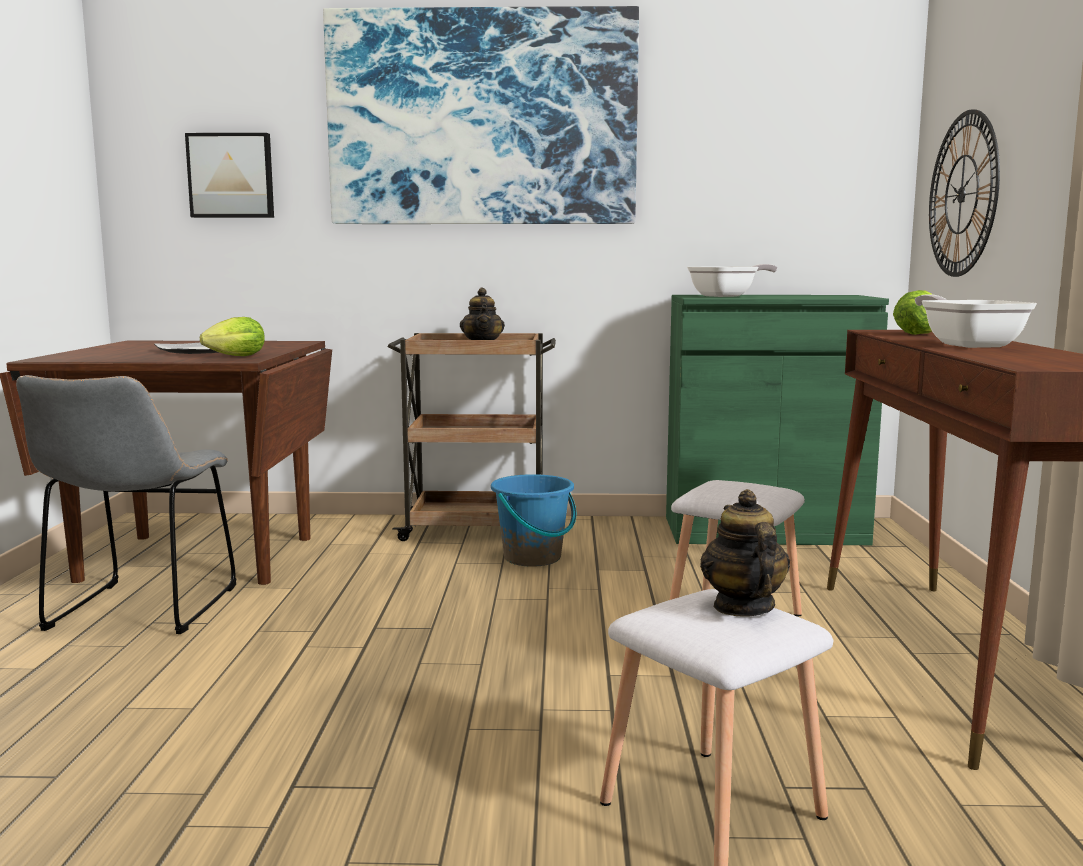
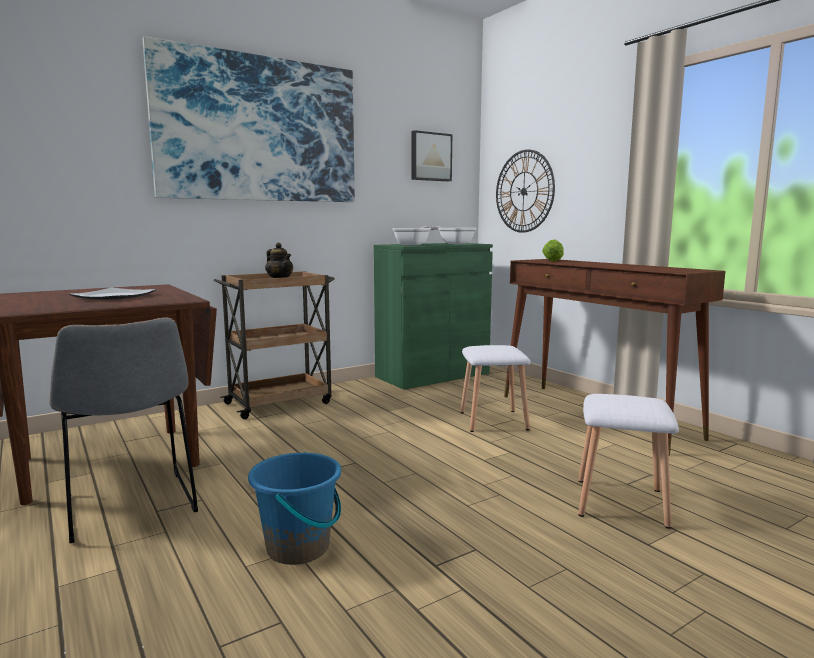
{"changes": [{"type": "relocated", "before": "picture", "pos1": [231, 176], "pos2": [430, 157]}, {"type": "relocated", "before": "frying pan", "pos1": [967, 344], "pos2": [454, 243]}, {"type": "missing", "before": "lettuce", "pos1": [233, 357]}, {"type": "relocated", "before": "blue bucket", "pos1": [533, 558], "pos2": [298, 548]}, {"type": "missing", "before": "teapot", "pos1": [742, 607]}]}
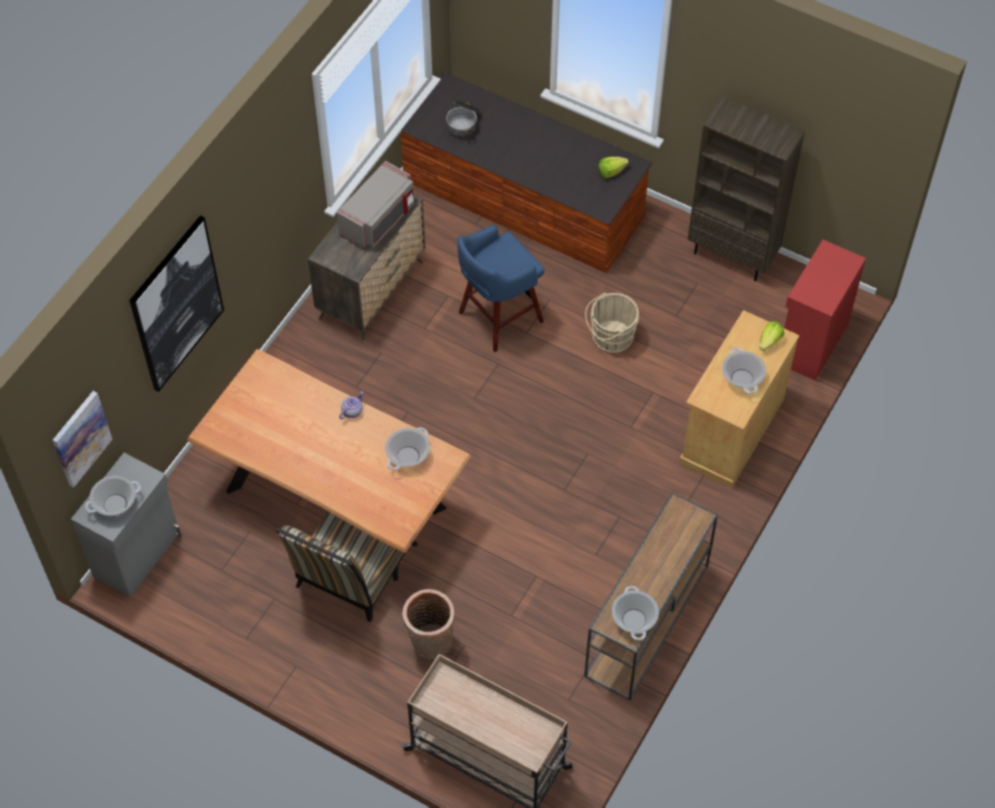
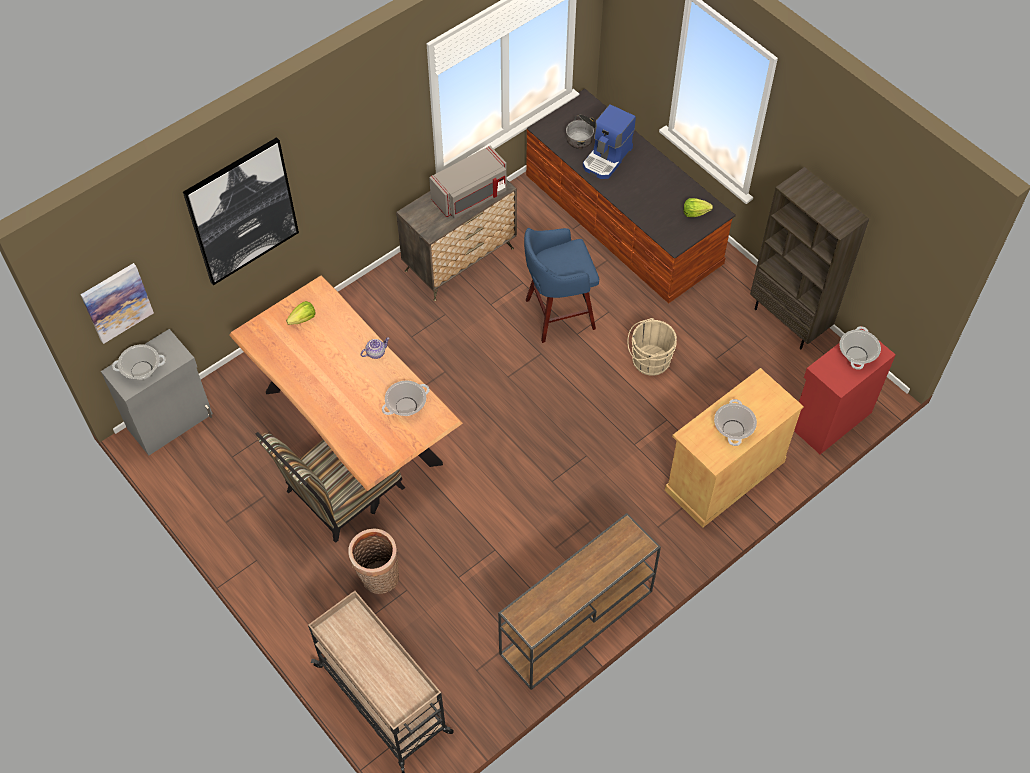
{"changes": [{"type": "relocated", "before": "lettuce", "pos1": [769, 341], "pos2": [303, 319]}, {"type": "relocated", "before": "cooking pot", "pos1": [633, 619], "pos2": [856, 355]}, {"type": "appeared", "after": "coffee machine", "pos2": [607, 158]}]}
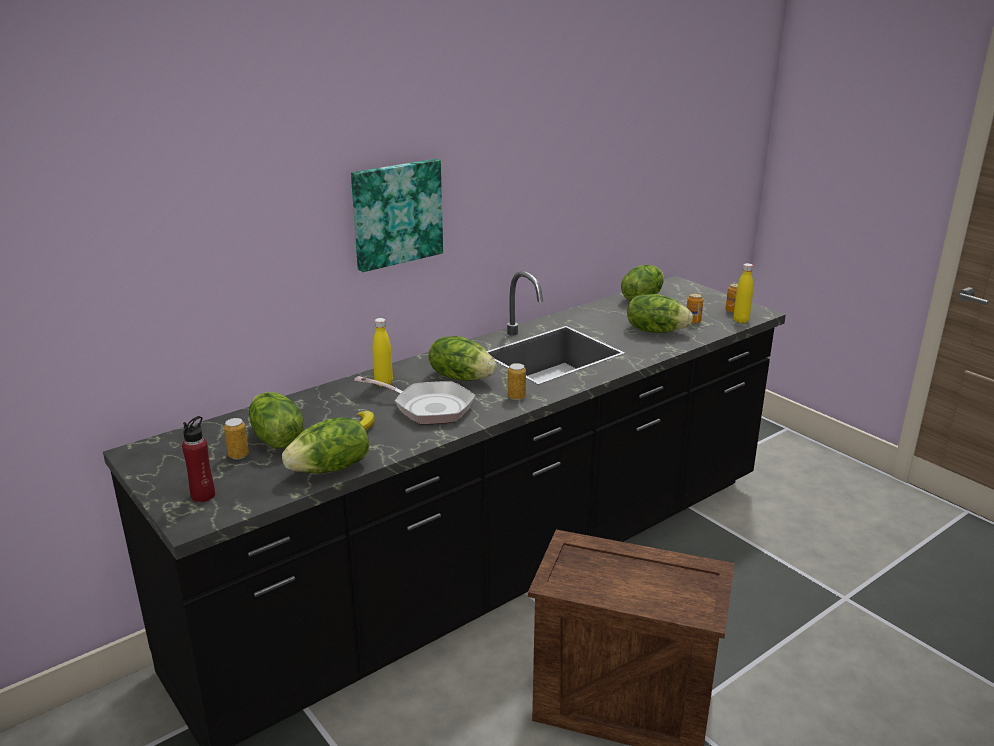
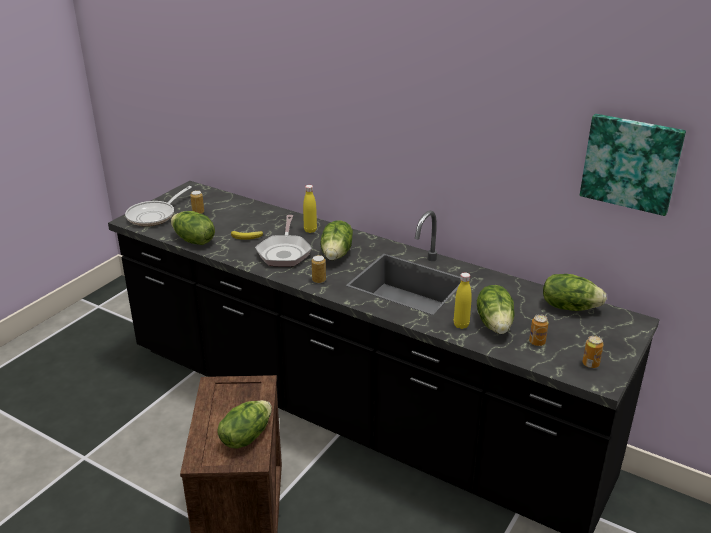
{"changes": [{"type": "relocated", "before": "picture", "pos1": [396, 213], "pos2": [631, 163]}, {"type": "relocated", "before": "yellow bottle", "pos1": [741, 320], "pos2": [461, 325]}, {"type": "relocated", "before": "lettuce", "pos1": [275, 439], "pos2": [246, 436]}, {"type": "exchanged", "before": "red bottle", "after": "frying pan", "pos1": [203, 495], "pos2": [154, 215]}]}
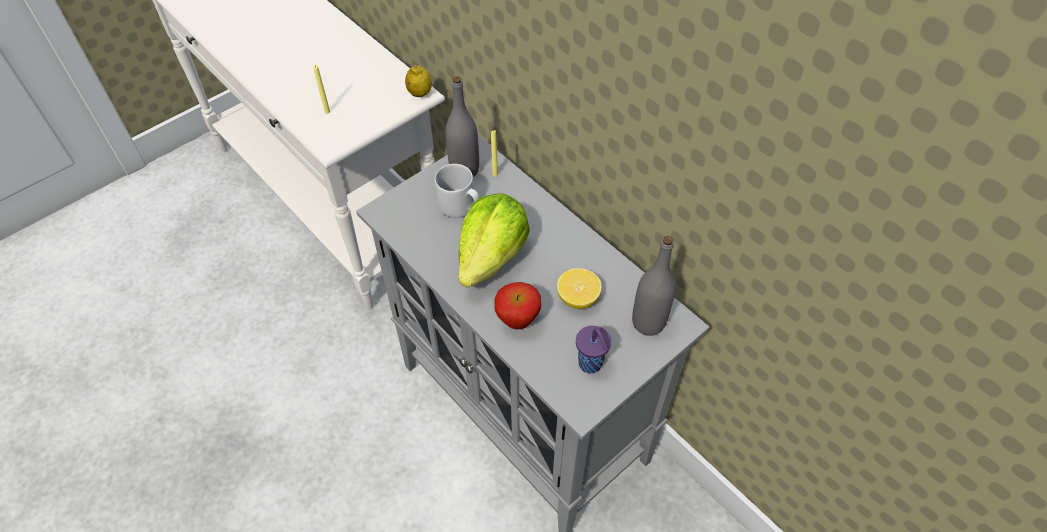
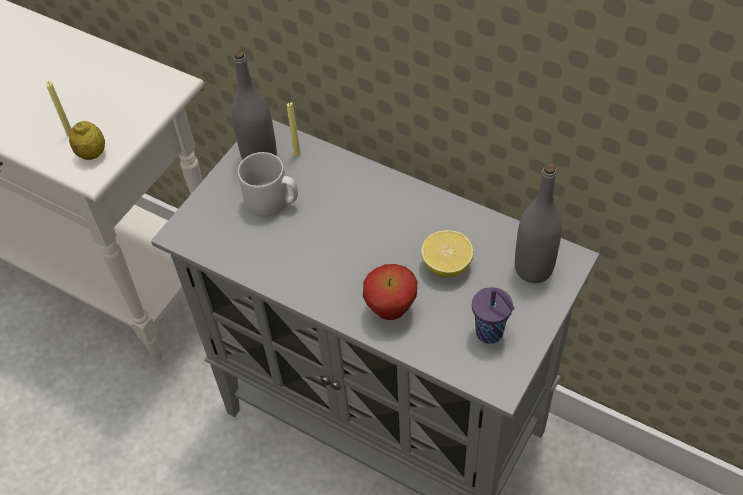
{"changes": [{"type": "relocated", "before": "lemon", "pos1": [420, 93], "pos2": [92, 154]}, {"type": "missing", "before": "lettuce", "pos1": [492, 257]}]}
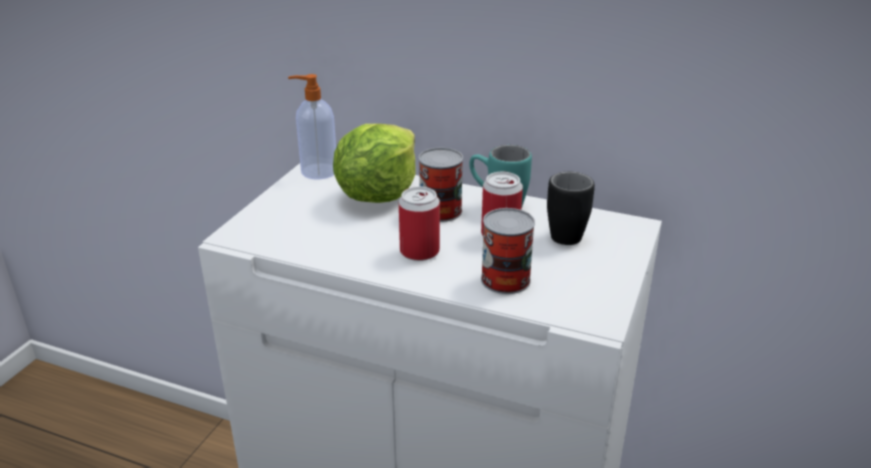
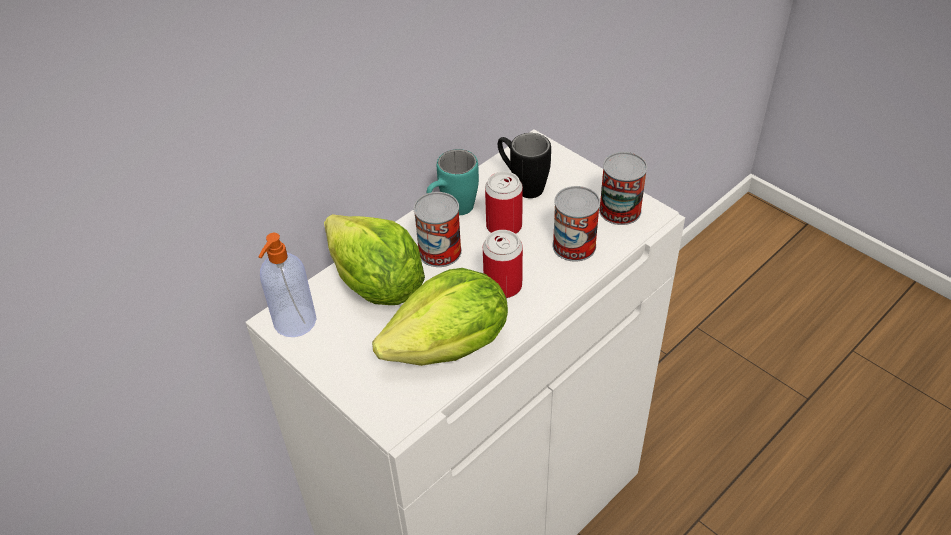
{"changes": [{"type": "appeared", "after": "can", "pos2": [620, 210]}, {"type": "appeared", "after": "lettuce", "pos2": [450, 348]}]}
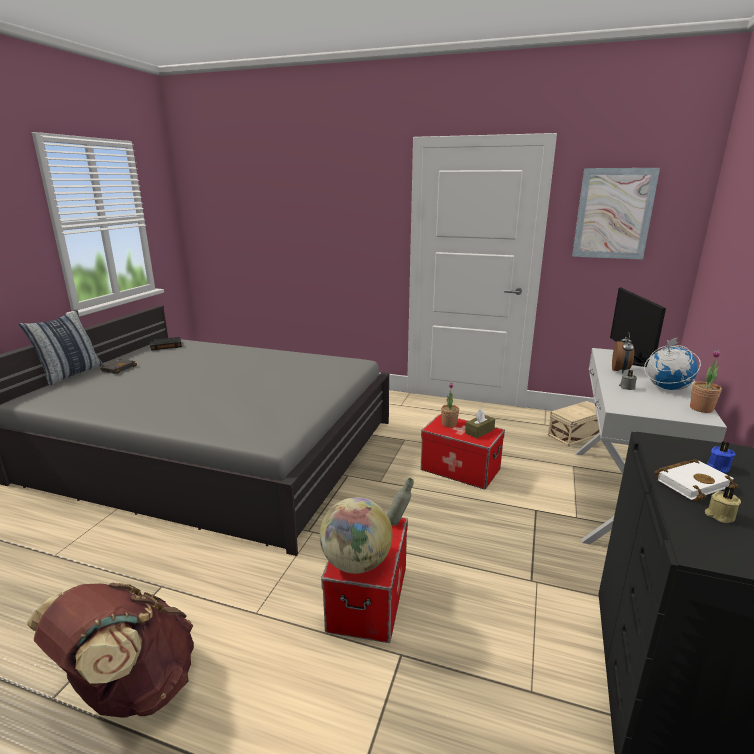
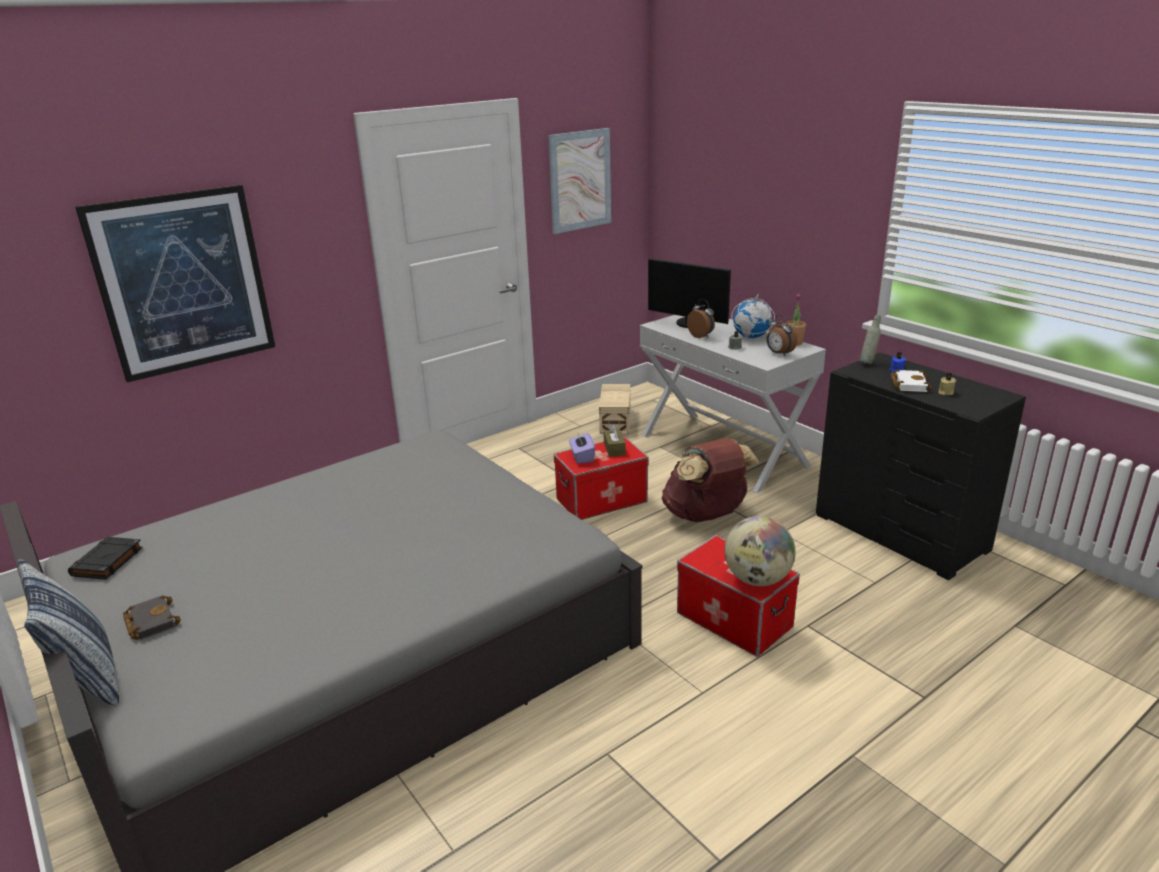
{"changes": [{"type": "exchanged", "before": "potted plant", "after": "purple tissue box", "pos1": [449, 424], "pos2": [582, 457]}, {"type": "relocated", "before": "grey bottle", "pos1": [399, 523], "pos2": [868, 362]}, {"type": "relocated", "before": "brown backpack", "pos1": [131, 689], "pos2": [706, 516]}, {"type": "appeared", "after": "picture", "pos2": [183, 282]}, {"type": "appeared", "after": "alarm clock", "pos2": [779, 353]}]}
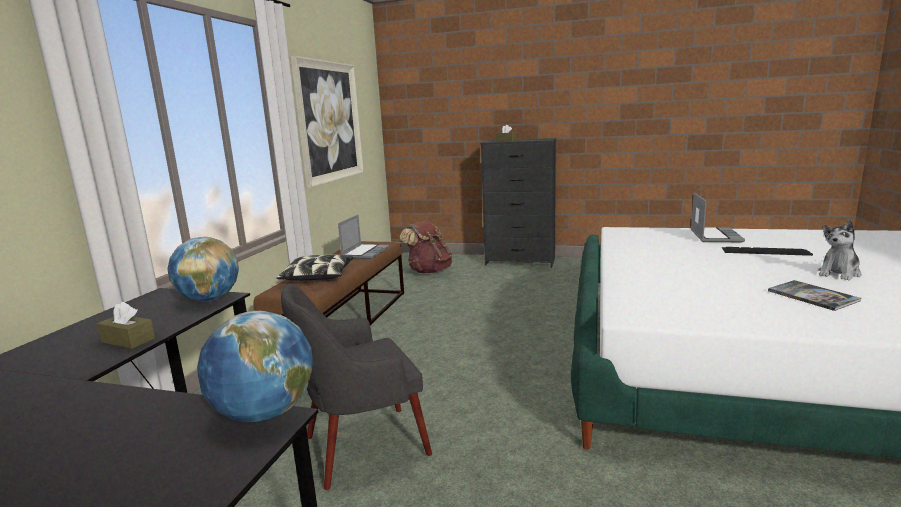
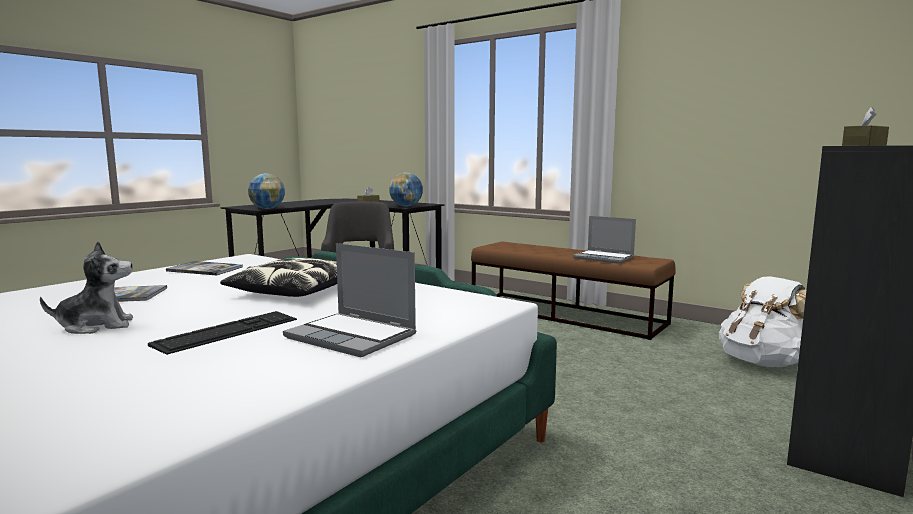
{"changes": [{"type": "missing", "before": "picture", "pos1": [329, 122]}, {"type": "spun", "before": "plush toy", "pos1": [839, 273], "pos2": [96, 326], "turn": 90}, {"type": "colour", "before": "brown backpack", "after": "white backpack", "pos1": [429, 271], "pos2": [762, 362]}, {"type": "relocated", "before": "pillow", "pos1": [318, 276], "pos2": [295, 291]}, {"type": "appeared", "after": "book", "pos2": [205, 269]}]}
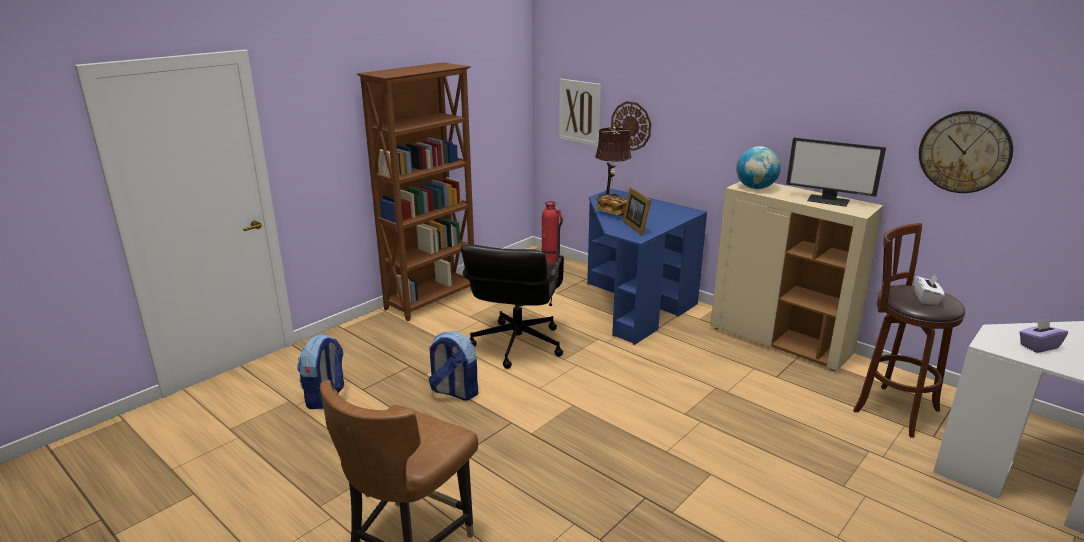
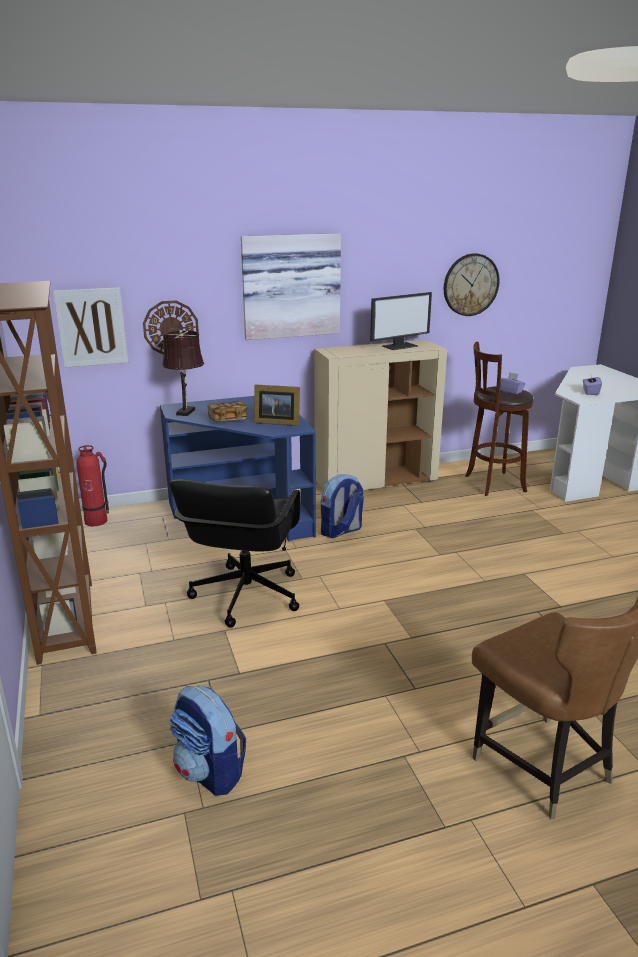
{"changes": [{"type": "missing", "before": "globe", "pos1": [755, 188]}, {"type": "spun", "before": "black office chair", "pos1": [516, 345], "pos2": [245, 595], "turn": 60}, {"type": "colour", "before": "white tissue box", "after": "purple tissue box", "pos1": [926, 299], "pos2": [510, 391]}, {"type": "relocated", "before": "backpack", "pos1": [454, 392], "pos2": [341, 531]}, {"type": "appeared", "after": "picture", "pos2": [290, 286]}]}
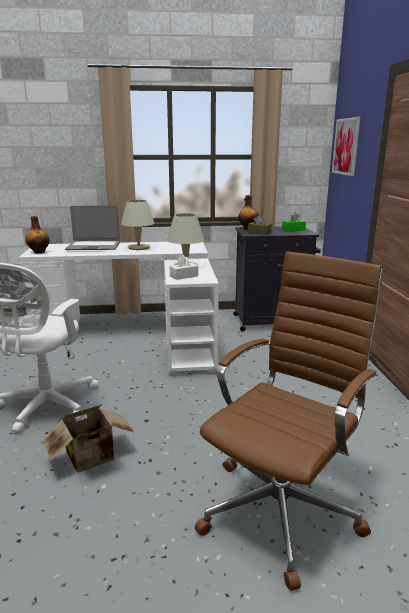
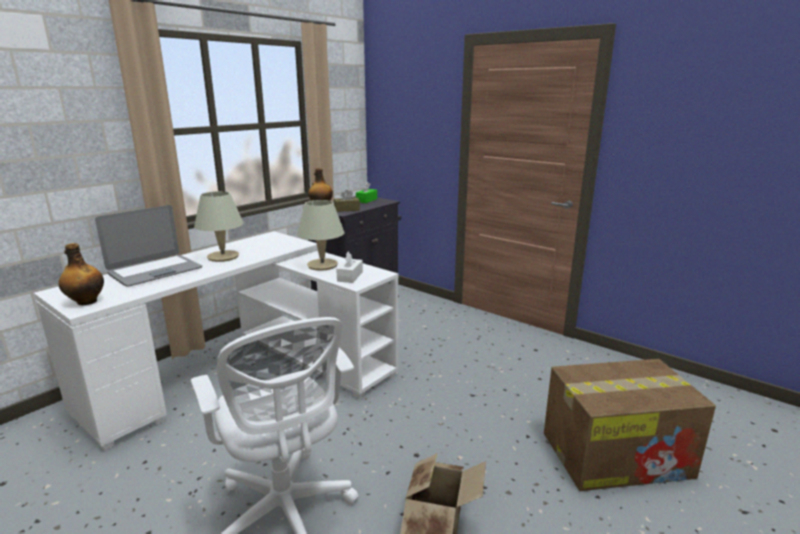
{"changes": [{"type": "missing", "before": "picture", "pos1": [346, 146]}, {"type": "exchanged", "before": "brown office chair", "after": "cardboard box", "pos1": [282, 509], "pos2": [617, 454]}]}
